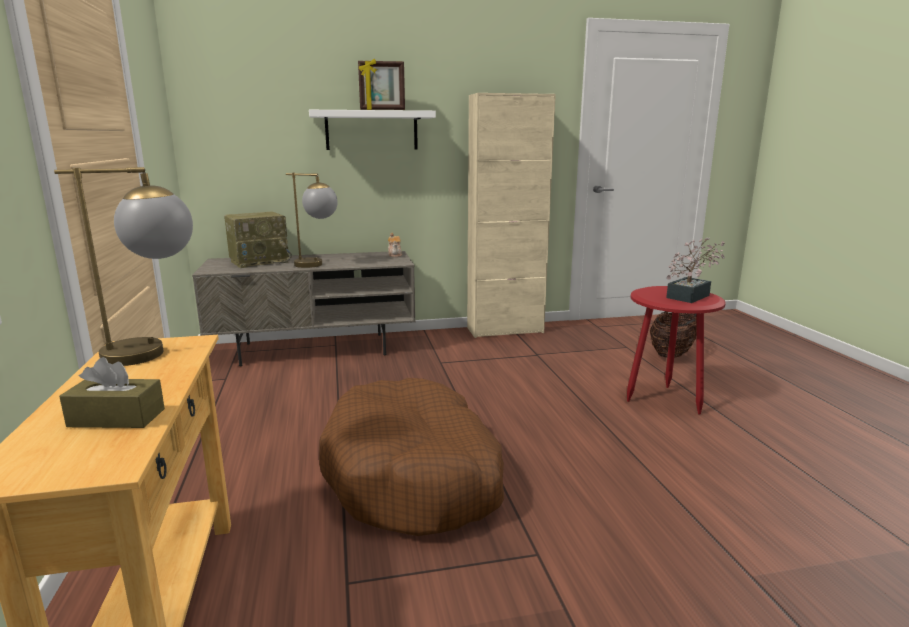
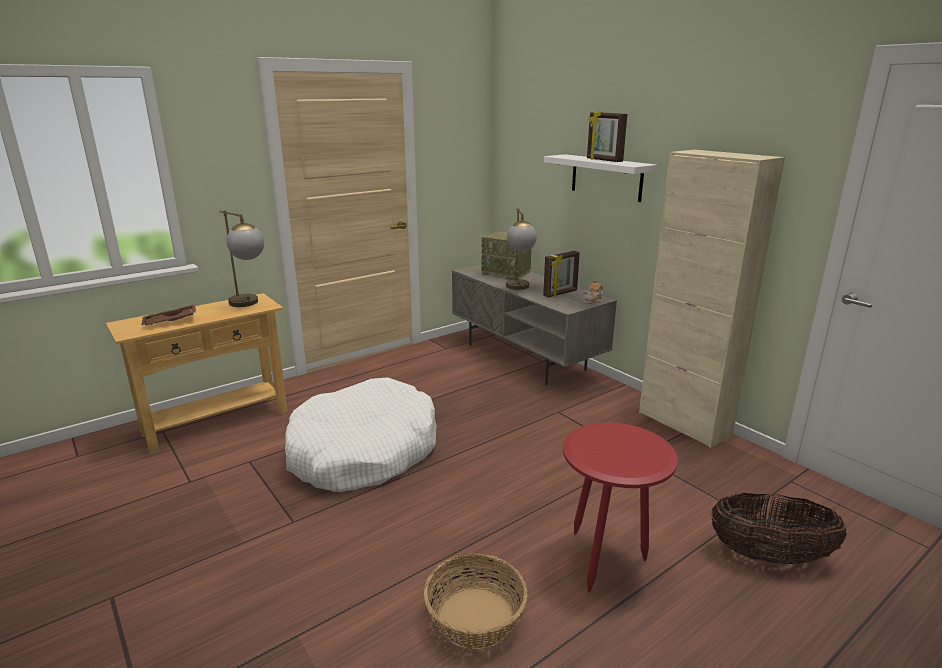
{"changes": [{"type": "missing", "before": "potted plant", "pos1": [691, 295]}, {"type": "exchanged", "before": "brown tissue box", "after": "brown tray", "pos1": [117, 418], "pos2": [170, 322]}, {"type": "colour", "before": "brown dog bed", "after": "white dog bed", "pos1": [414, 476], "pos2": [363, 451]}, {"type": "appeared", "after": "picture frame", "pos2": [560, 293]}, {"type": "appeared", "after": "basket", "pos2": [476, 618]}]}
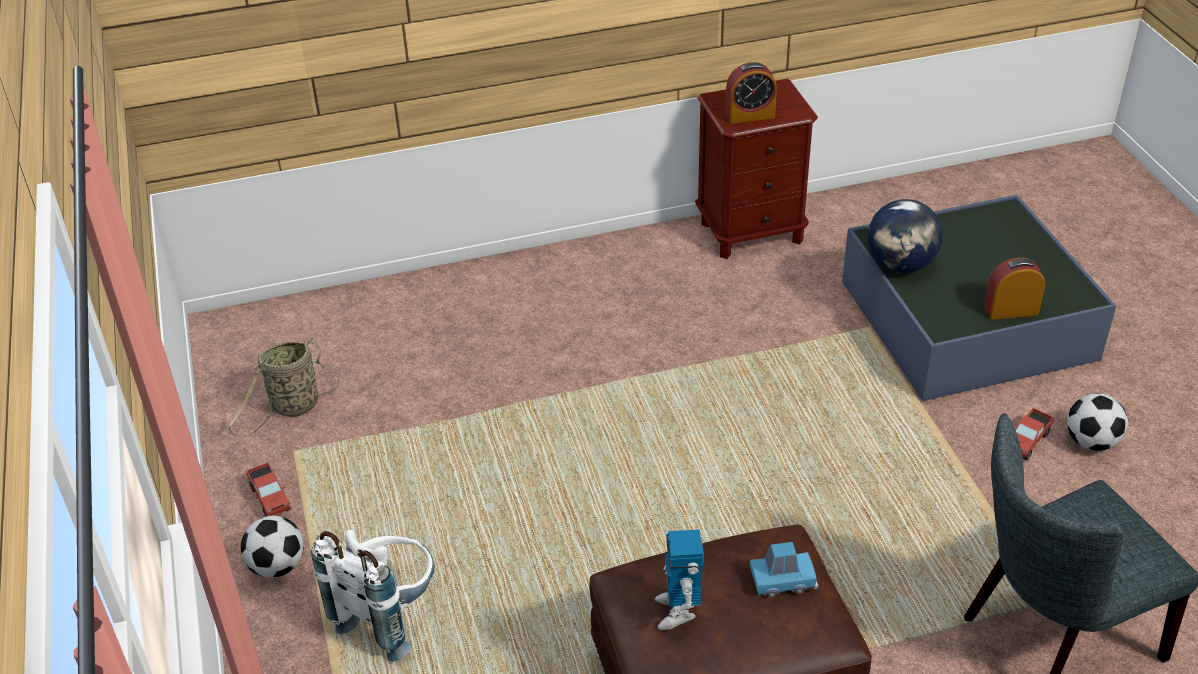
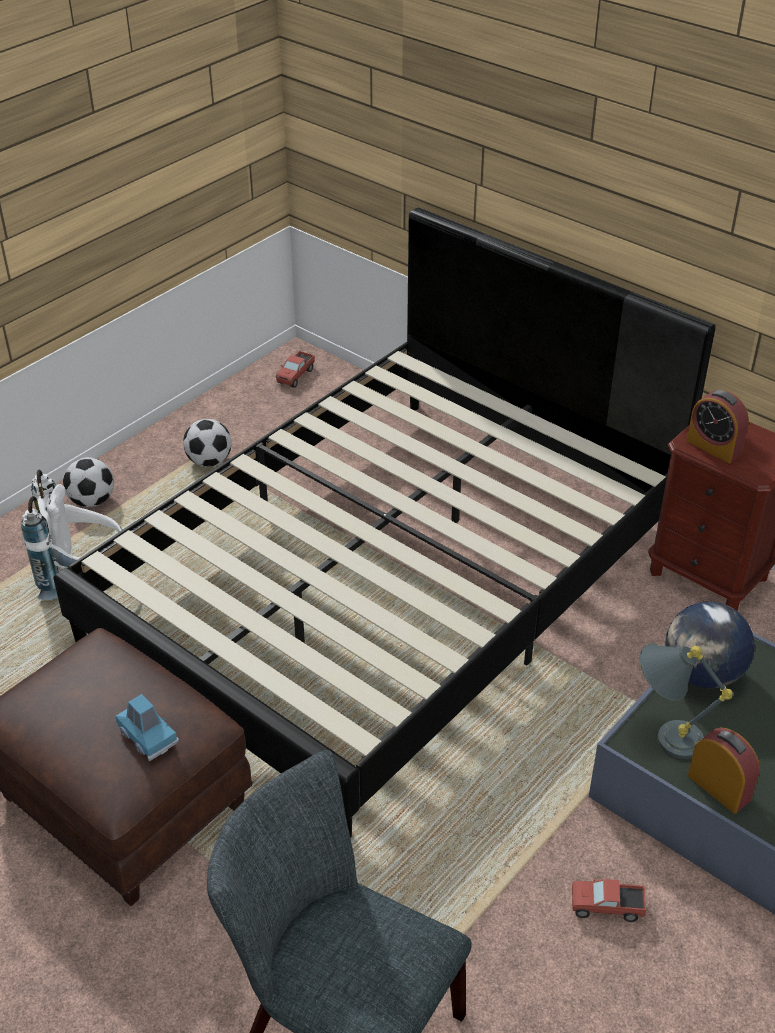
{"changes": [{"type": "missing", "before": "basket", "pos1": [292, 408]}, {"type": "relocated", "before": "football", "pos1": [1091, 442], "pos2": [209, 461]}, {"type": "relocated", "before": "toy truck", "pos1": [270, 498], "pos2": [296, 376]}, {"type": "missing", "before": "toy robot", "pos1": [678, 612]}, {"type": "appeared", "after": "black bed", "pos2": [389, 584]}, {"type": "appeared", "after": "grey table lamp", "pos2": [663, 736]}]}
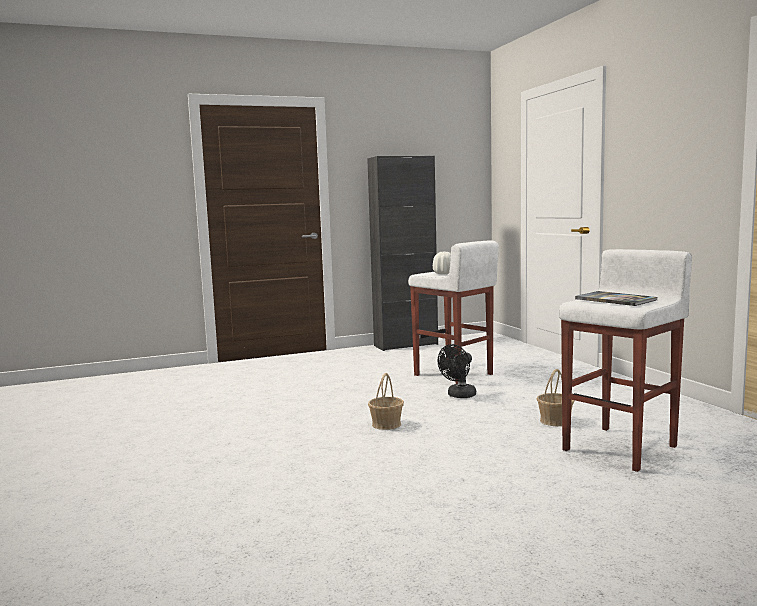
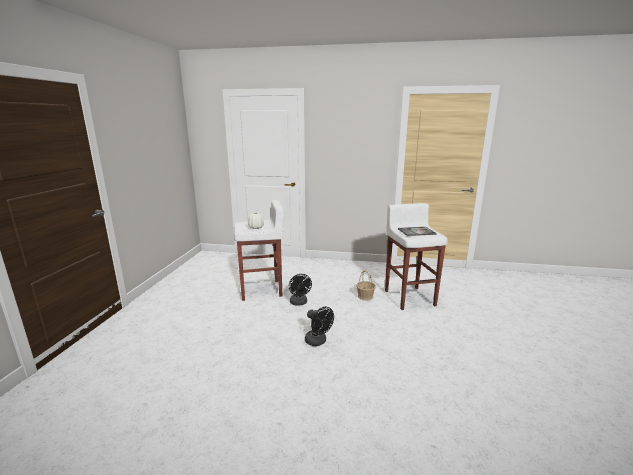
{"changes": [{"type": "missing", "before": "black cabinet", "pos1": [406, 345]}, {"type": "exchanged", "before": "basket", "after": "black fan", "pos1": [386, 424], "pos2": [318, 342]}]}
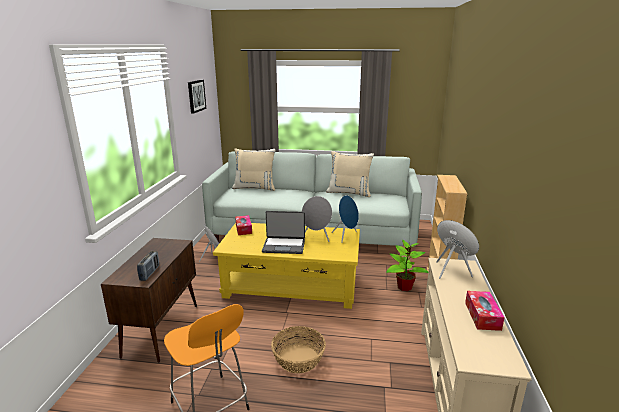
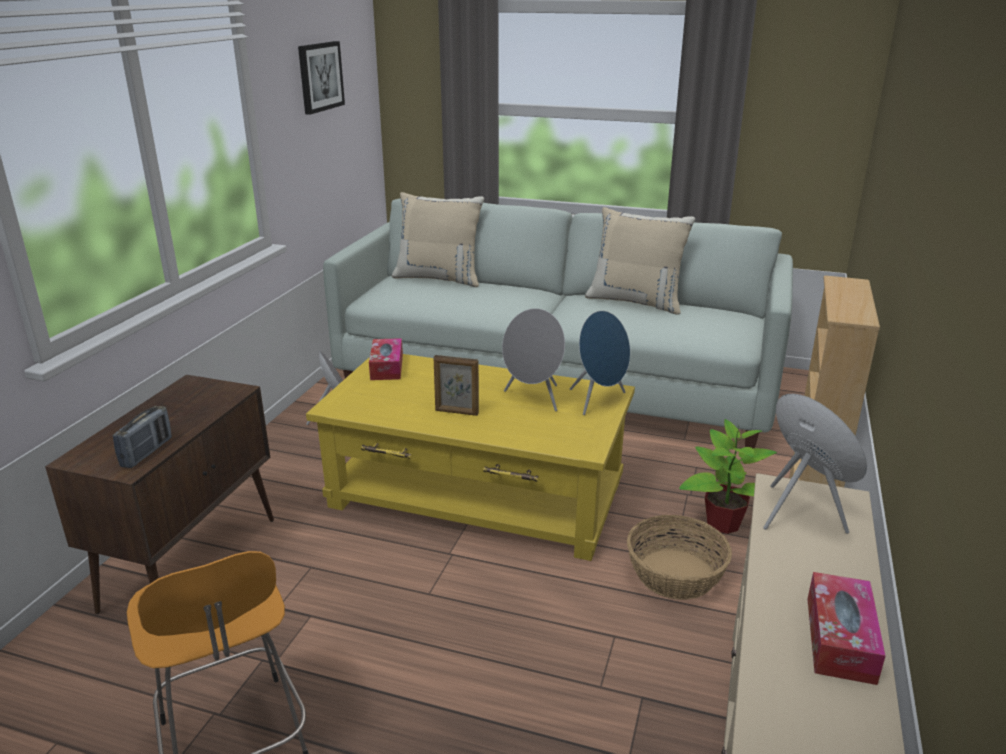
{"changes": [{"type": "exchanged", "before": "laptop", "after": "picture frame", "pos1": [284, 246], "pos2": [456, 412]}, {"type": "relocated", "before": "basket", "pos1": [299, 359], "pos2": [676, 574]}]}
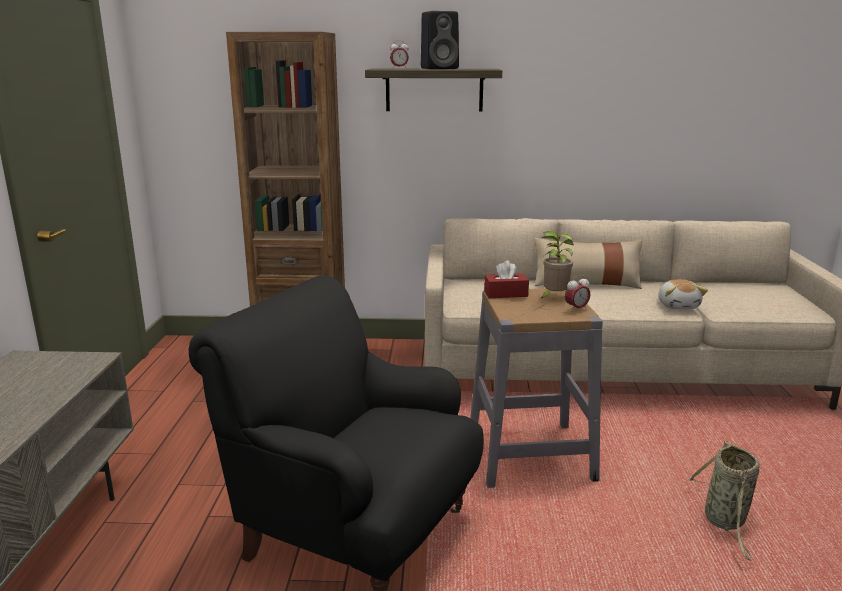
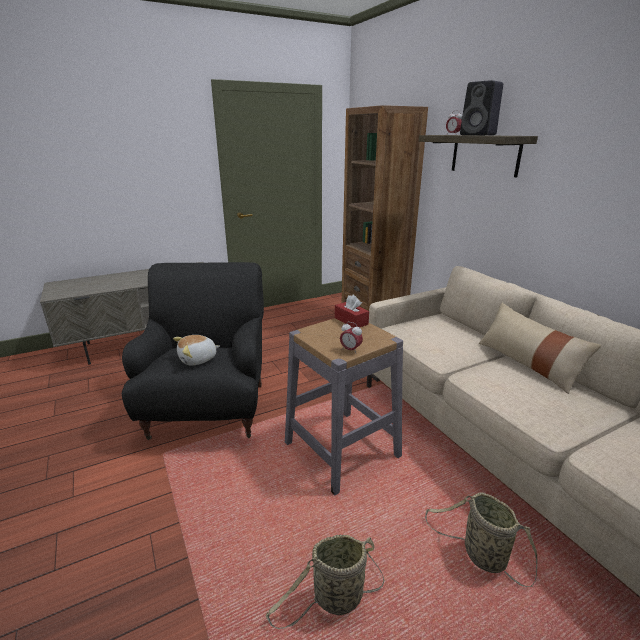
{"changes": [{"type": "missing", "before": "potted plant", "pos1": [554, 297]}, {"type": "relocated", "before": "plush toy", "pos1": [678, 306], "pos2": [198, 359]}, {"type": "appeared", "after": "basket", "pos2": [480, 555]}]}
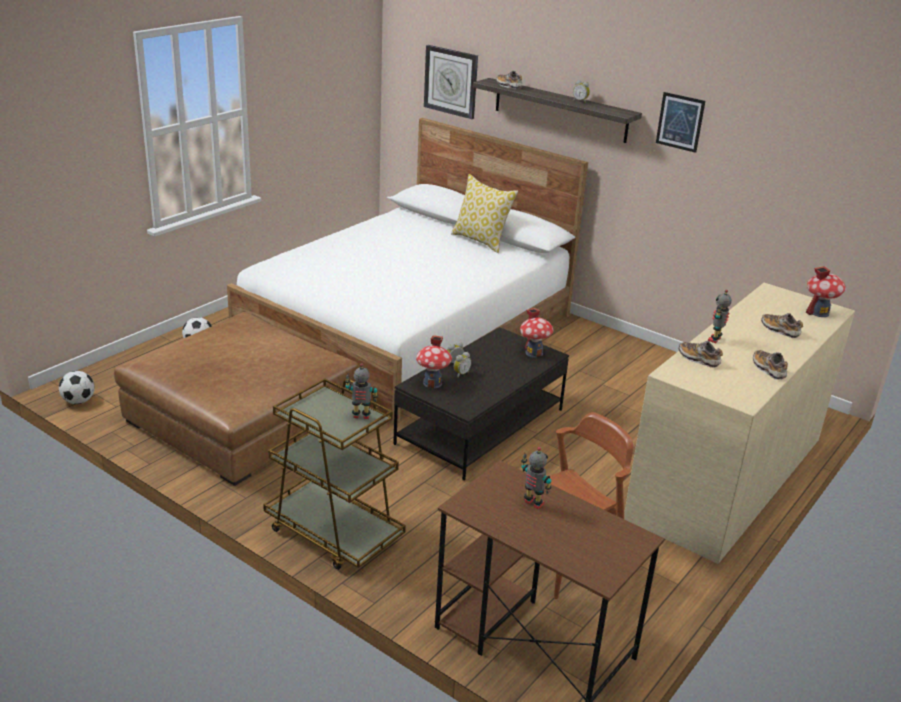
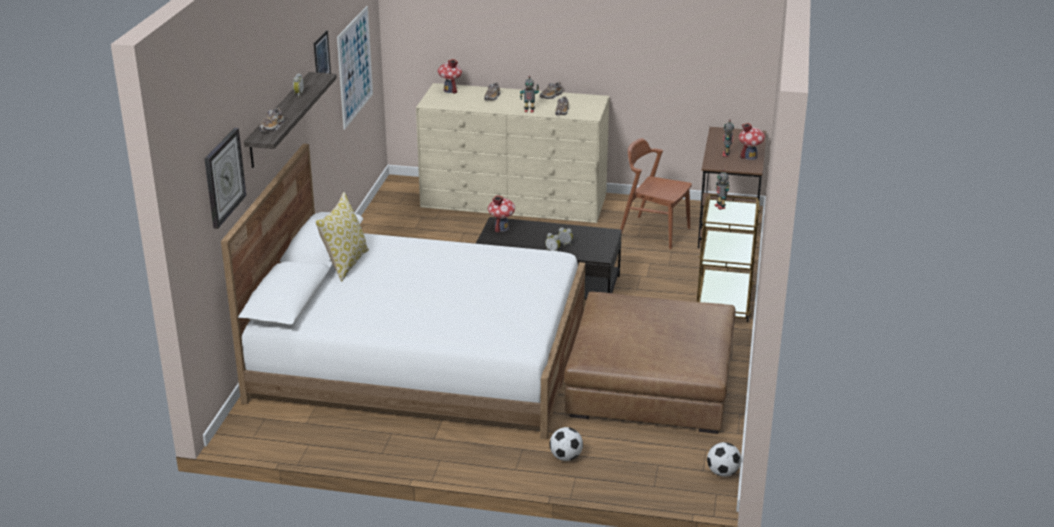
{"changes": [{"type": "relocated", "before": "toy house", "pos1": [432, 383], "pos2": [750, 156]}, {"type": "appeared", "after": "picture", "pos2": [355, 66]}]}
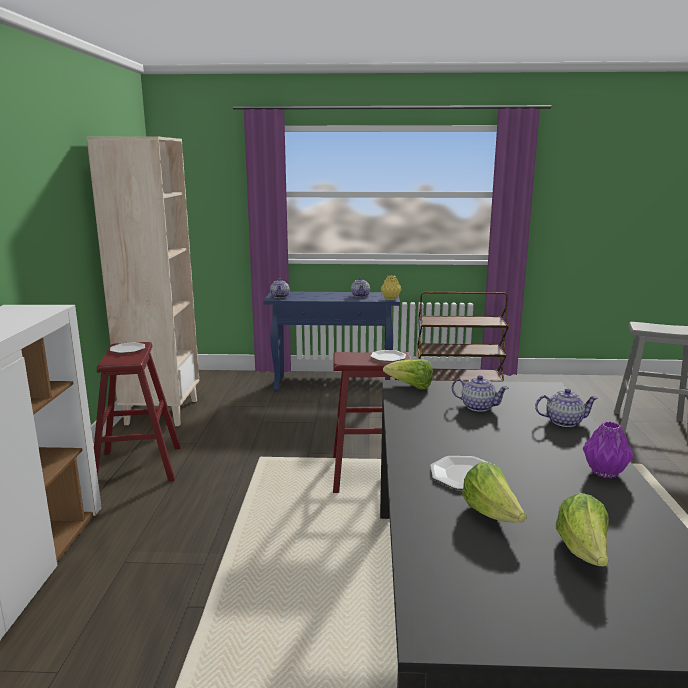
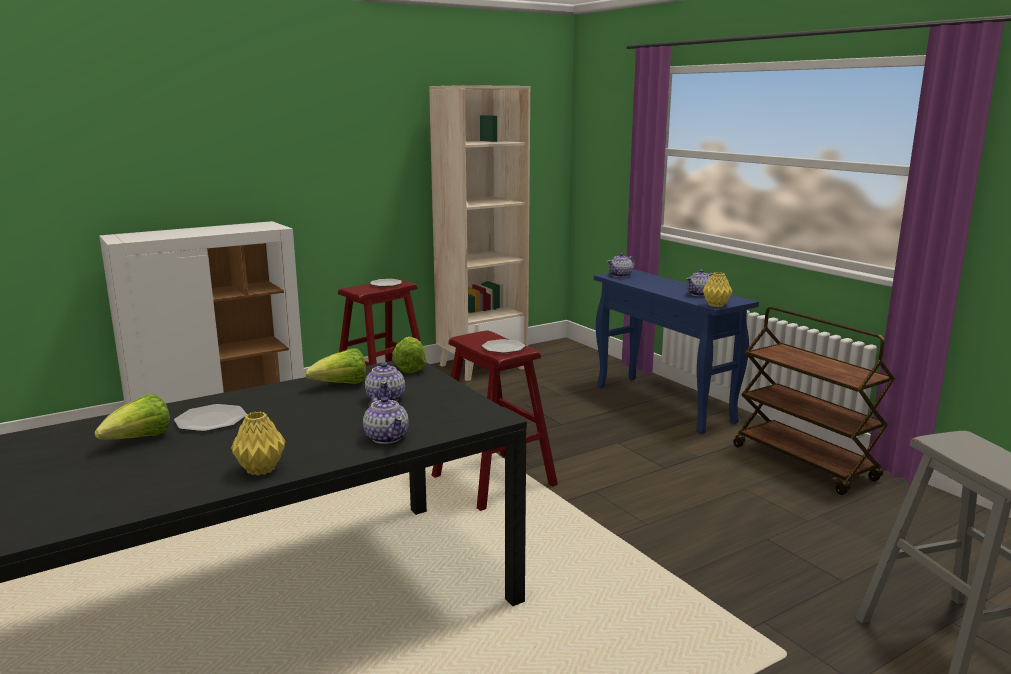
{"changes": [{"type": "colour", "before": "purple vase", "after": "yellow vase", "pos1": [605, 472], "pos2": [261, 470]}, {"type": "relocated", "before": "lettuce", "pos1": [583, 552], "pos2": [341, 385]}]}
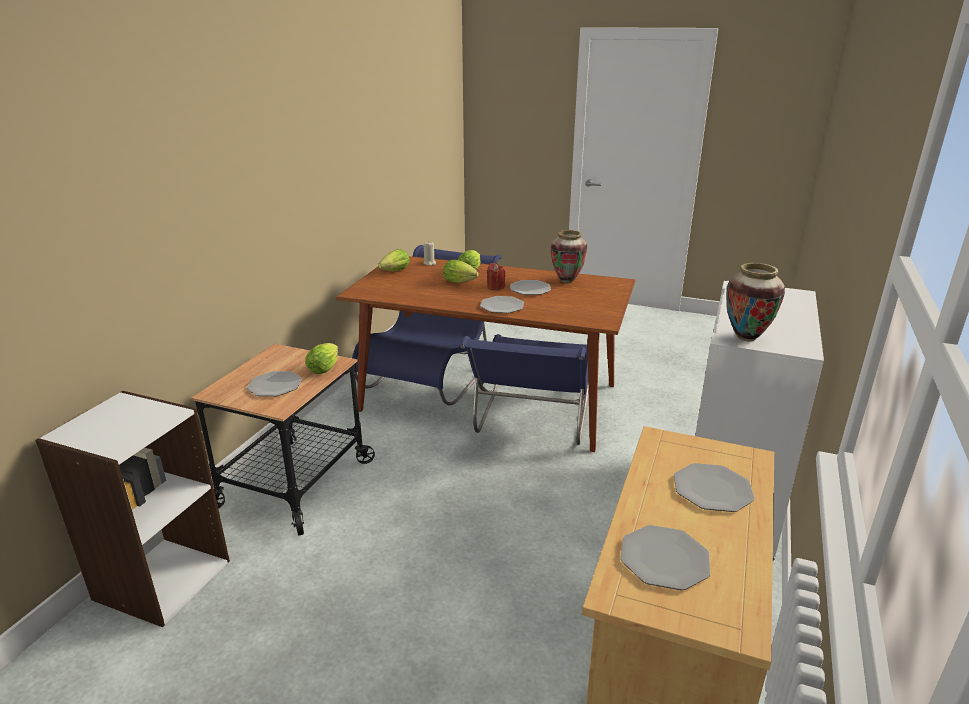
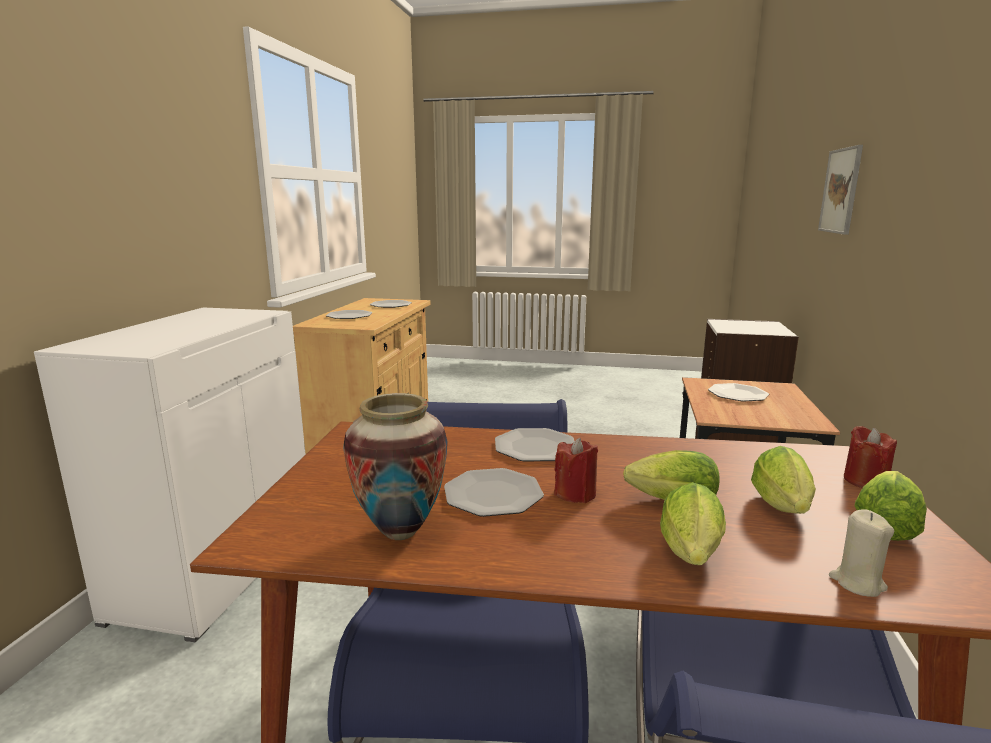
{"changes": [{"type": "missing", "before": "vase", "pos1": [746, 337]}, {"type": "relocated", "before": "lettuce", "pos1": [325, 368], "pos2": [783, 509]}, {"type": "appeared", "after": "picture", "pos2": [840, 191]}, {"type": "appeared", "after": "red candle", "pos2": [865, 481]}]}
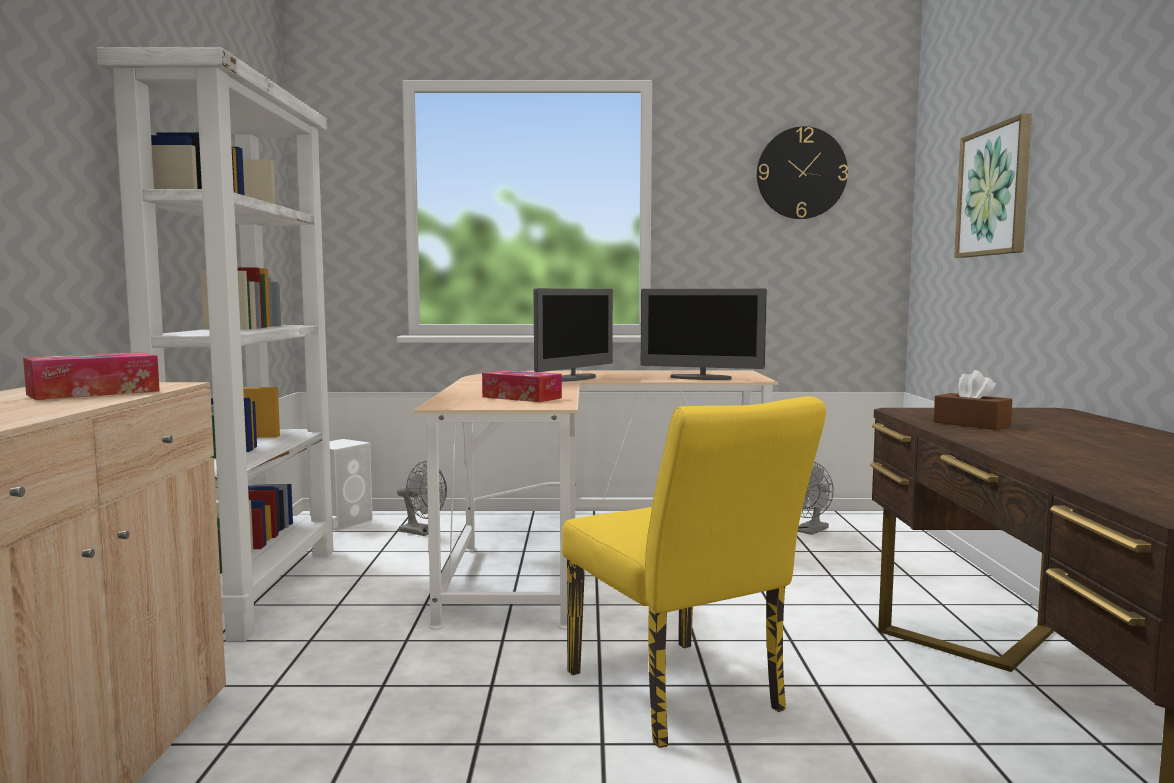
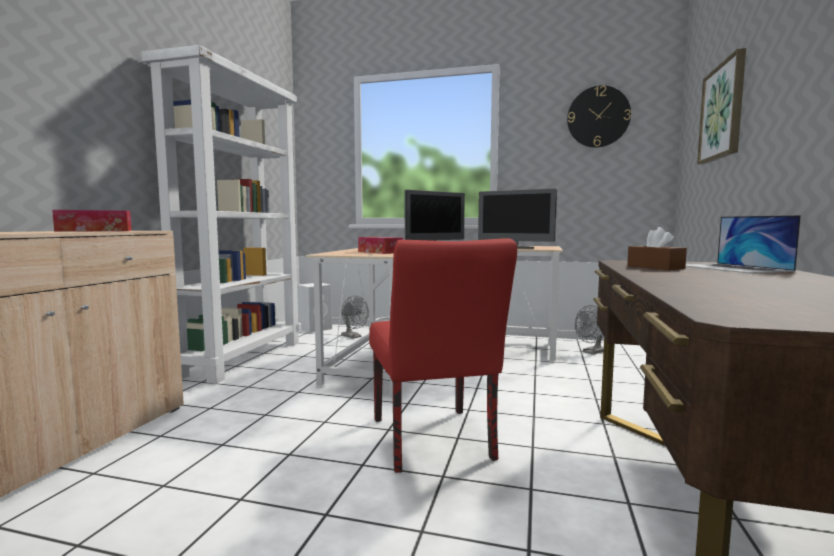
{"changes": [{"type": "colour", "before": "yellow chair", "after": "red chair", "pos1": [682, 698], "pos2": [434, 443]}, {"type": "appeared", "after": "laptop", "pos2": [732, 268]}]}
